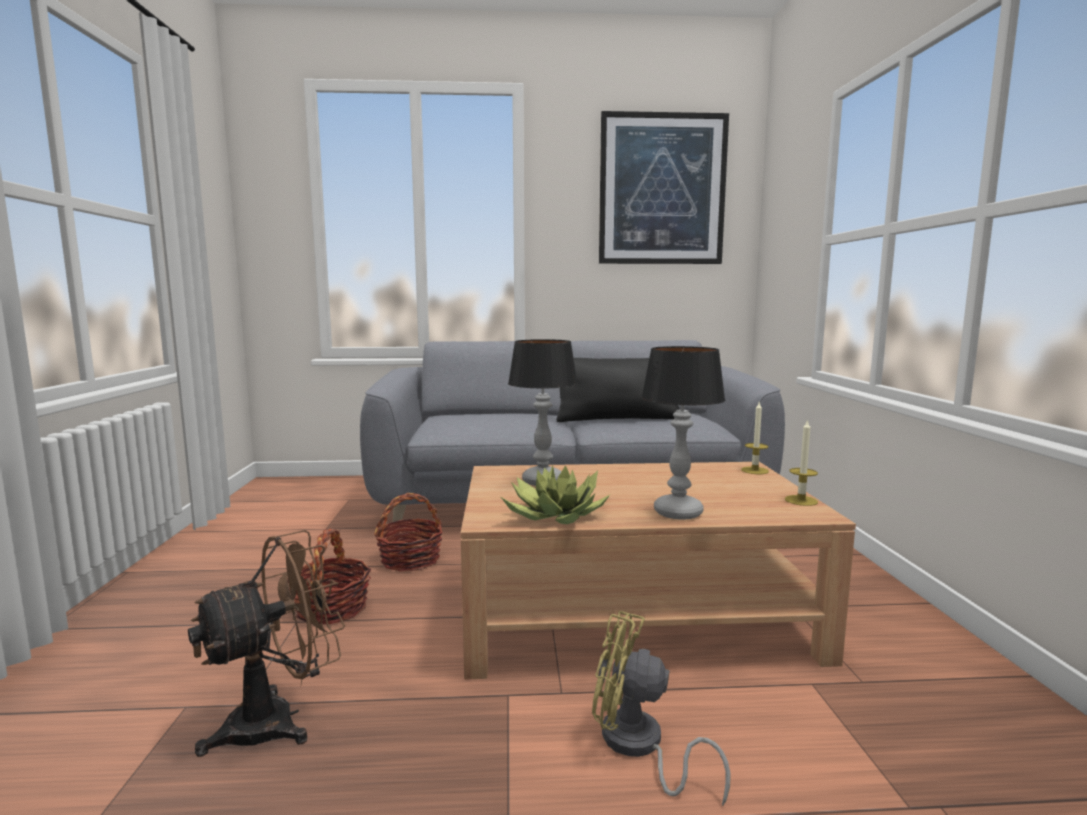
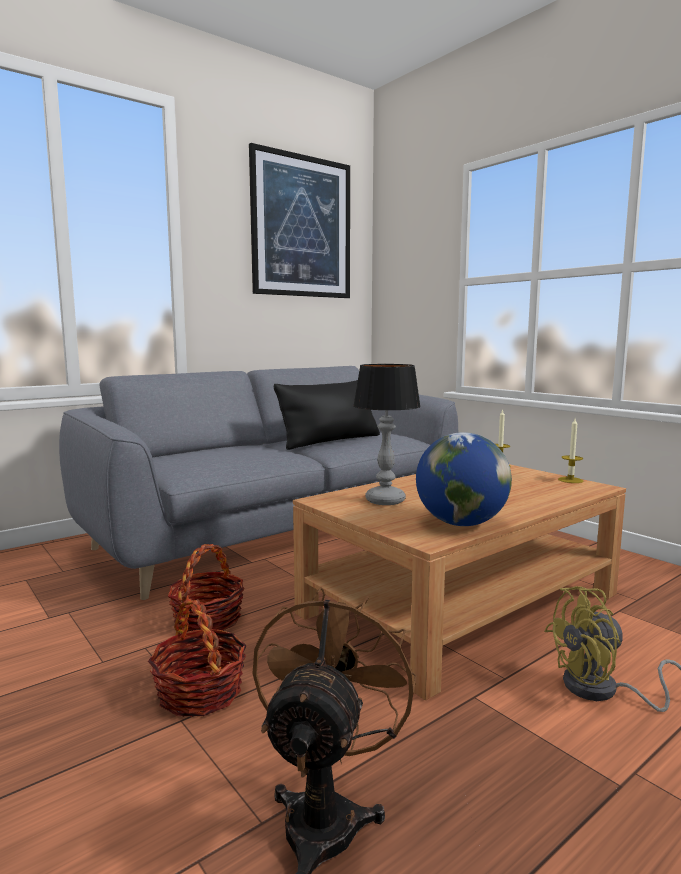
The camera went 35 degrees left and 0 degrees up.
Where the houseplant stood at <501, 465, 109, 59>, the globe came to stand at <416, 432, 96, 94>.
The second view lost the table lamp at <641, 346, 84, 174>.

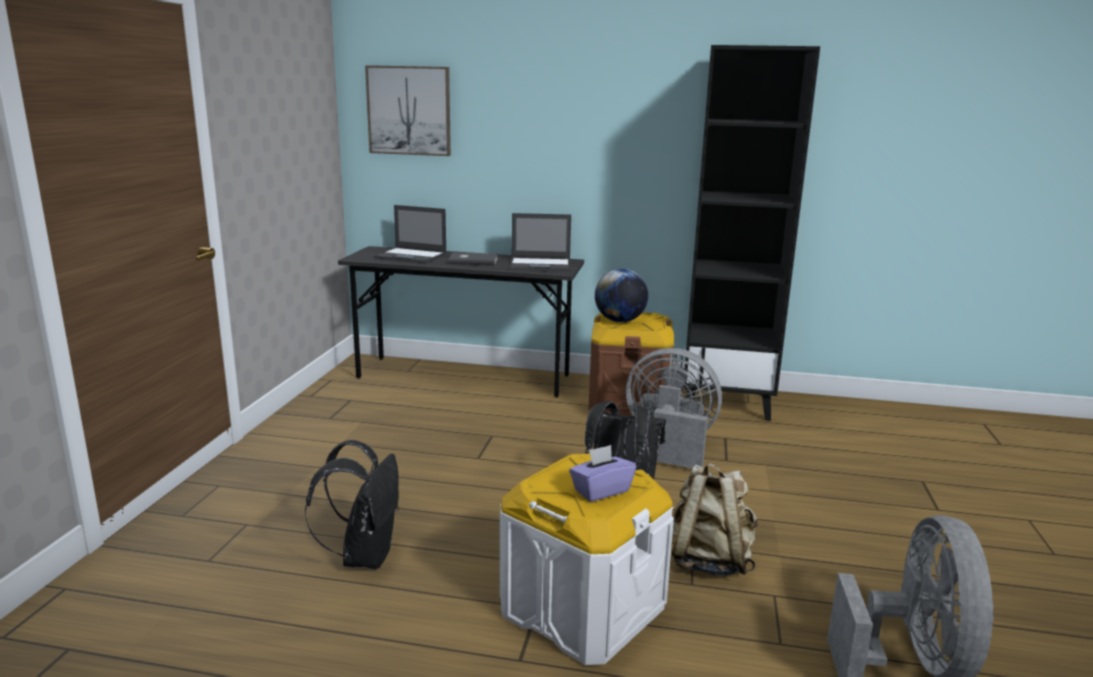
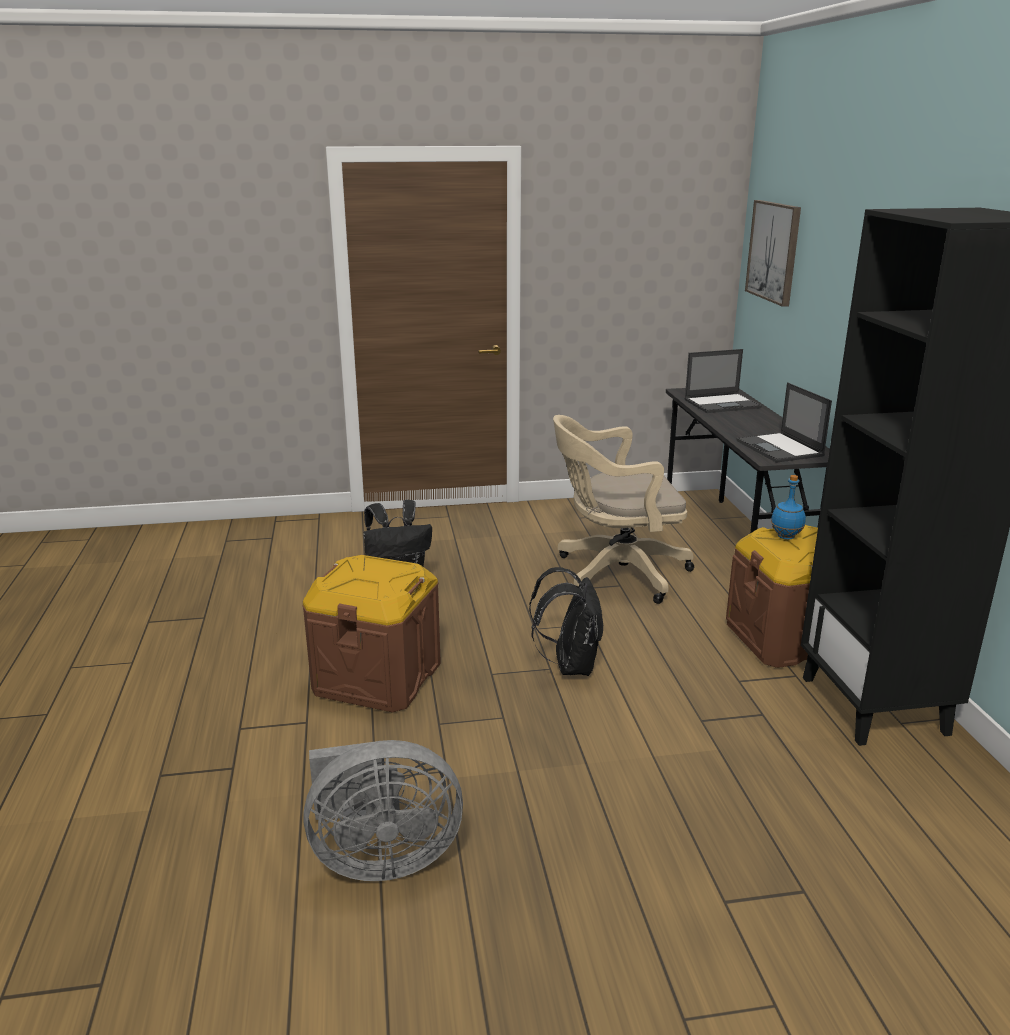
The camera went 70 degrees right and 5 degrees up.
What was the storage container in whitish at <500, 453, 174, 212> turned into the storage container in brown-coloured at <302, 555, 139, 157>.
The second view gained the office chair in sand-coloured at <553, 415, 141, 189>.
The laptop at <373, 205, 74, 59> ended up facing another way, 105 degrees counterclockwise from before.
Where the globe stood at <595, 269, 53, 53>, the drink bottle in bluish came to stand at <771, 475, 35, 65>.
The second view lost the book in greyish at <448, 252, 50, 14>.
The second view lost the box of tissues in purplish at <569, 445, 67, 57>.
The second view lost the cooling fan in greyish at <626, 348, 96, 121>.
The second view lost the knapsack in sand-coloured at <672, 462, 86, 114>.

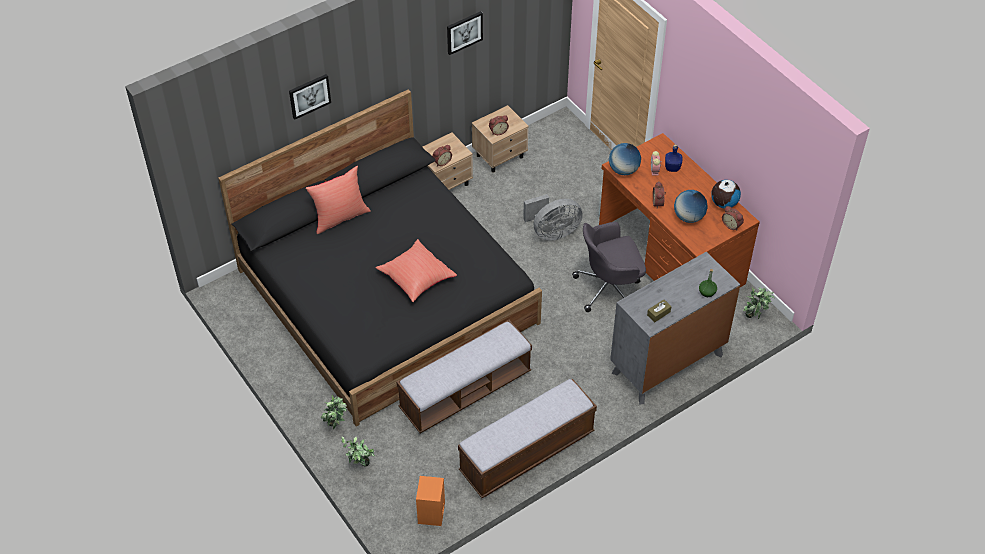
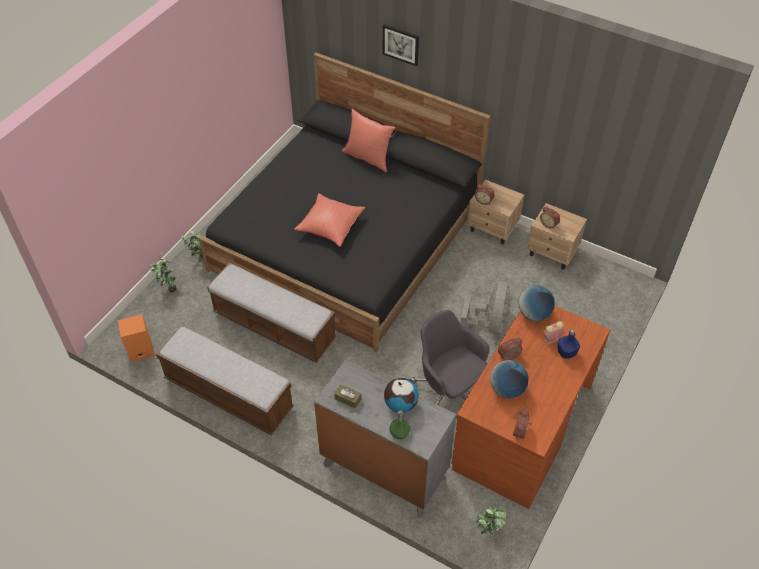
The camera went 65 degrees right and 0 degrees up.
The globe ended up elsewhere, having gone from <711, 180, 30, 29> to <384, 378, 35, 35>.
The cooling fan in greyish at <523, 194, 60, 47> ended up facing another way, 120 degrees counterclockwise from before.
The second view lost the wall art at <447, 11, 36, 44>.

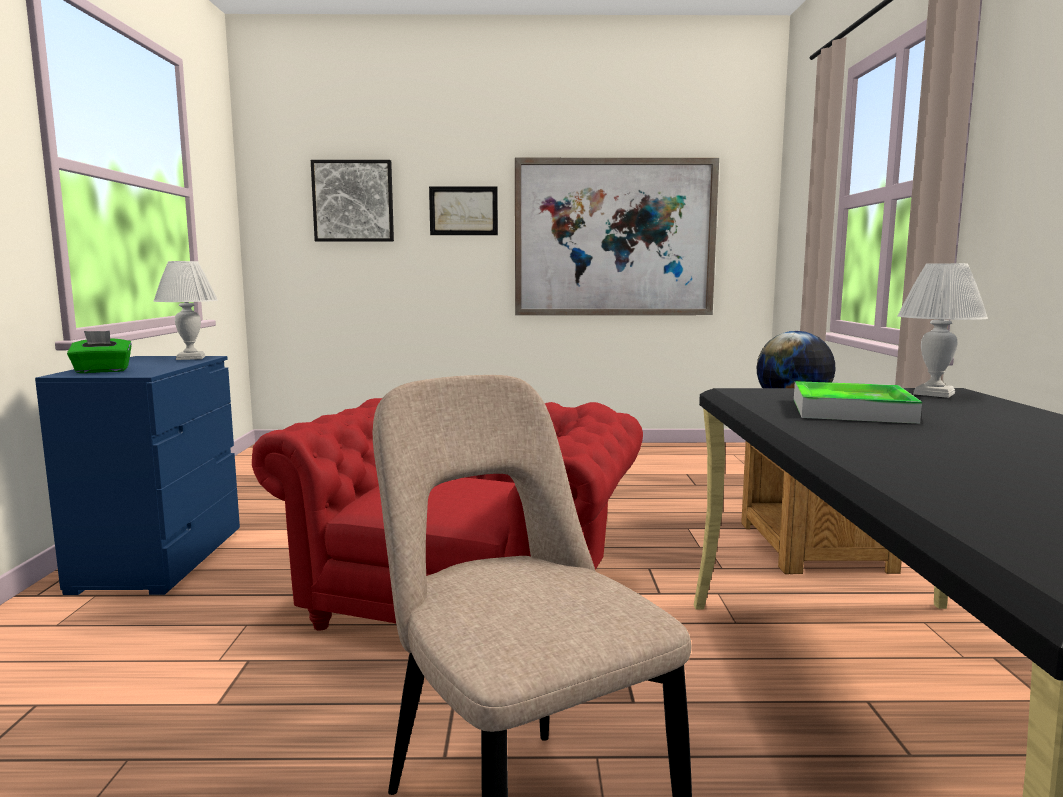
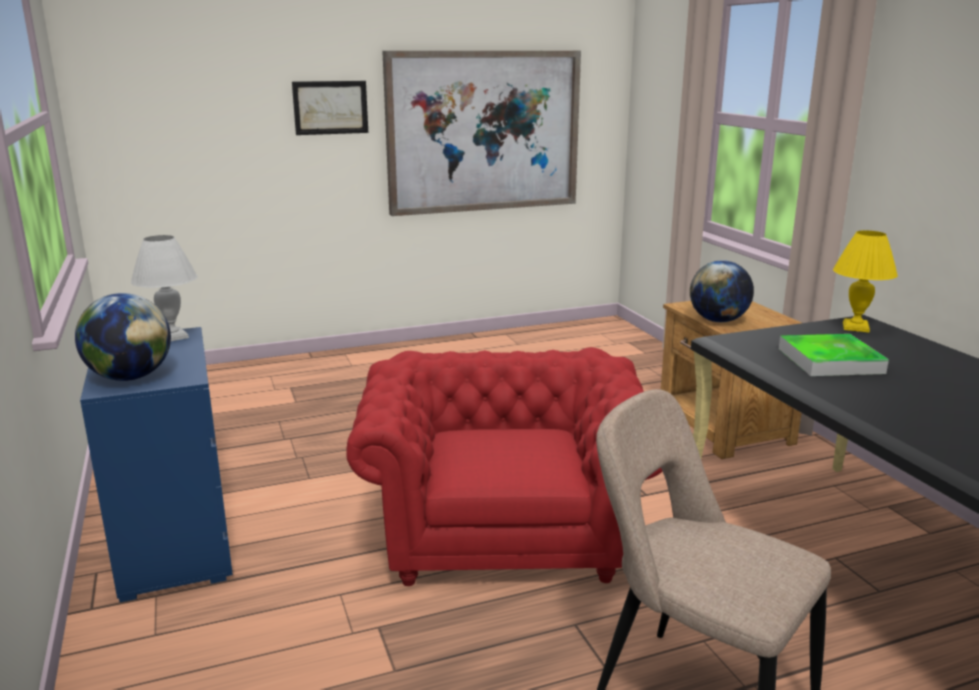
The camera went 20 degrees left and 10 degrees up.
Where the box of tissues in green stood at <67, 331, 65, 42>, the globe came to stand at <75, 293, 96, 88>.
What was the table lamp in whitish at <898, 263, 90, 135> turned into the table lamp in yellowish at <833, 230, 65, 103>.
The second view lost the wall art at <311, 160, 83, 81>.

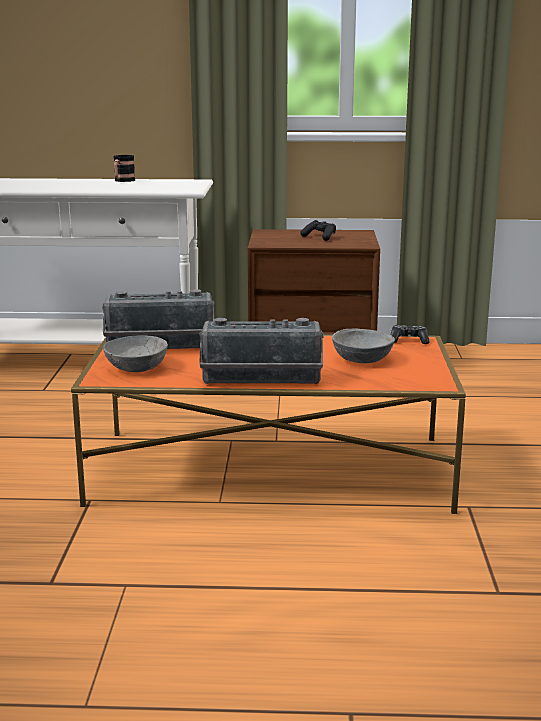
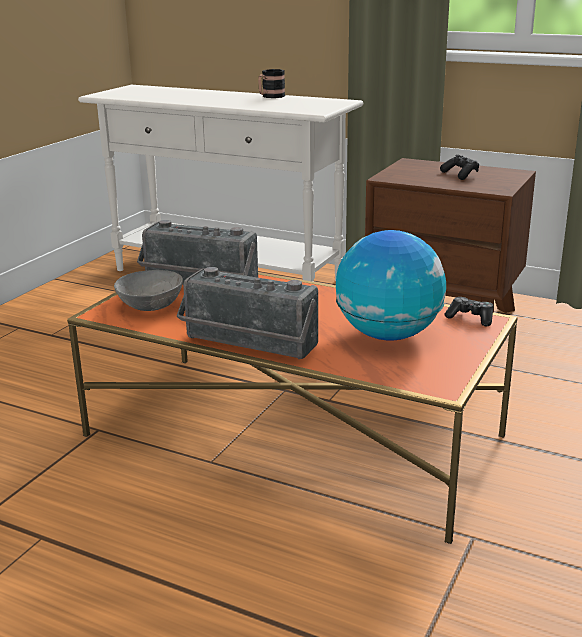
The camera went 25 degrees right and 5 degrees up.
Where the deep dish in greyish stood at <332, 329, 63, 34>, the globe came to stand at <336, 230, 110, 110>.

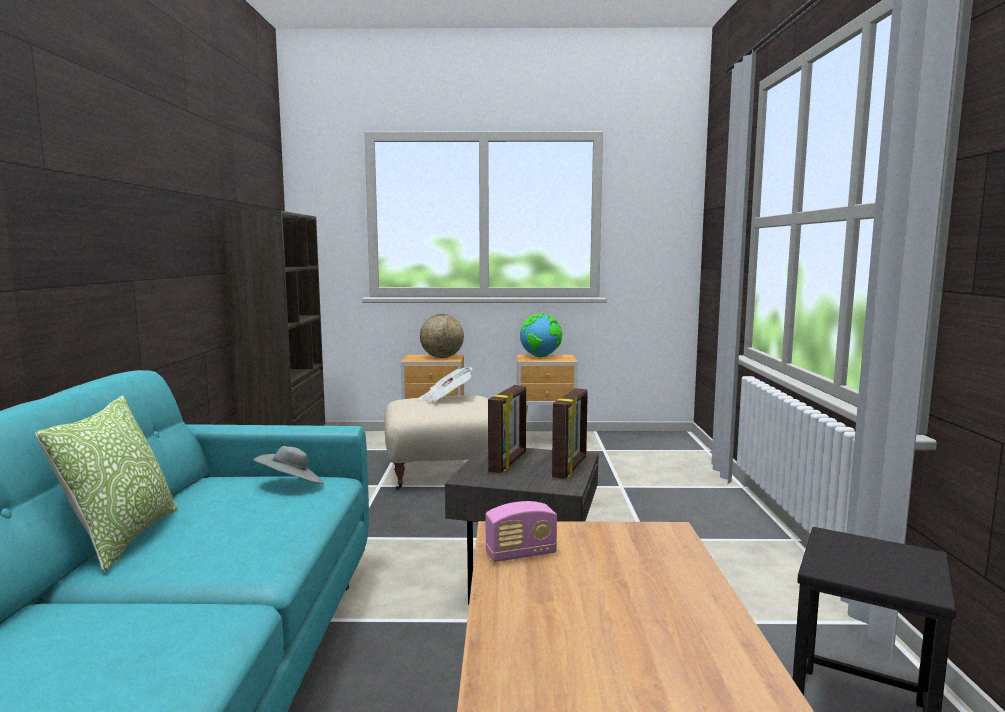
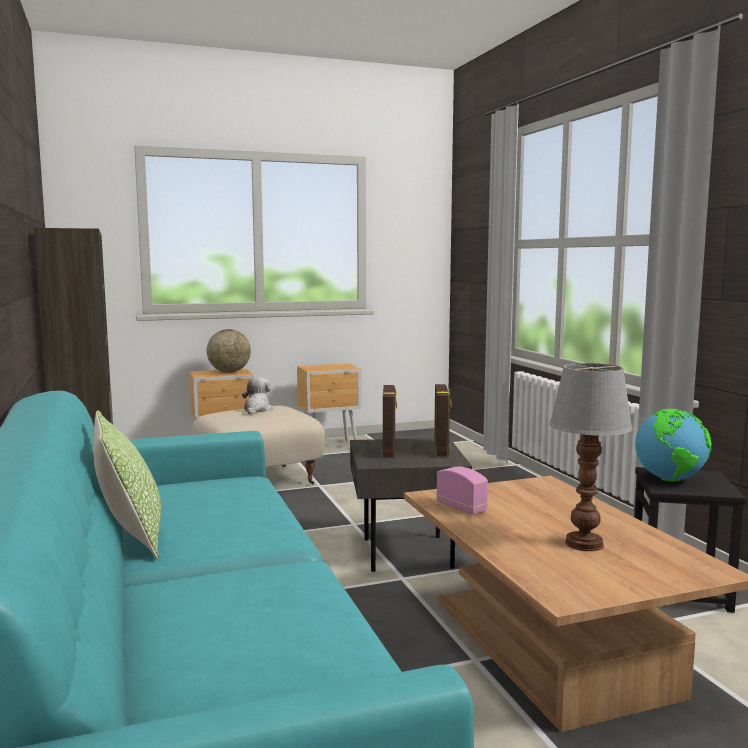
The camera went 20 degrees left and 0 degrees up.
Where the newspaper stood at <418, 367, 54, 35>, the cuddly toy came to stand at <242, 377, 31, 37>.
The radio at <485, 501, 72, 61> ended up facing another way, 90 degrees counterclockwise from before.
The second view gained the table lamp at <549, 363, 84, 188>.
The globe ended up elsewhere, having gone from <520, 314, 42, 43> to <635, 409, 77, 73>.
The second view lost the hat in greyish at <253, 446, 71, 38>.

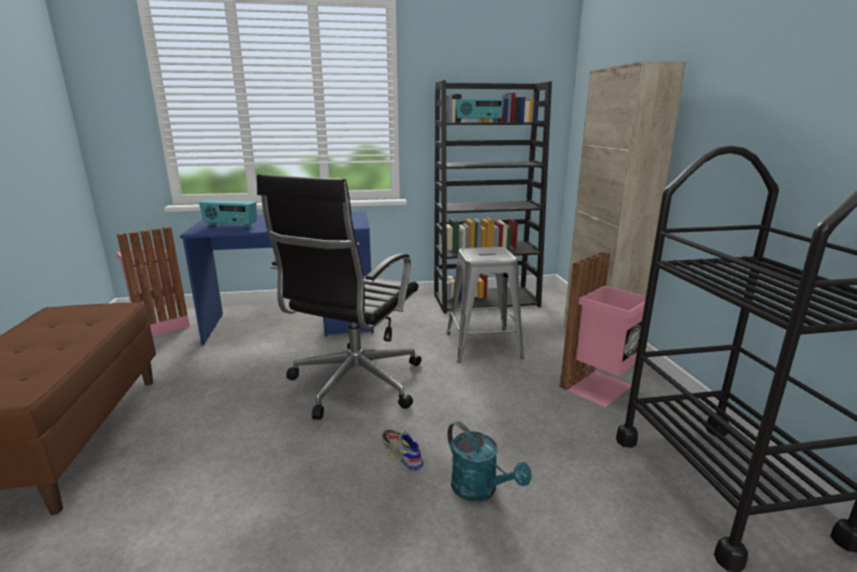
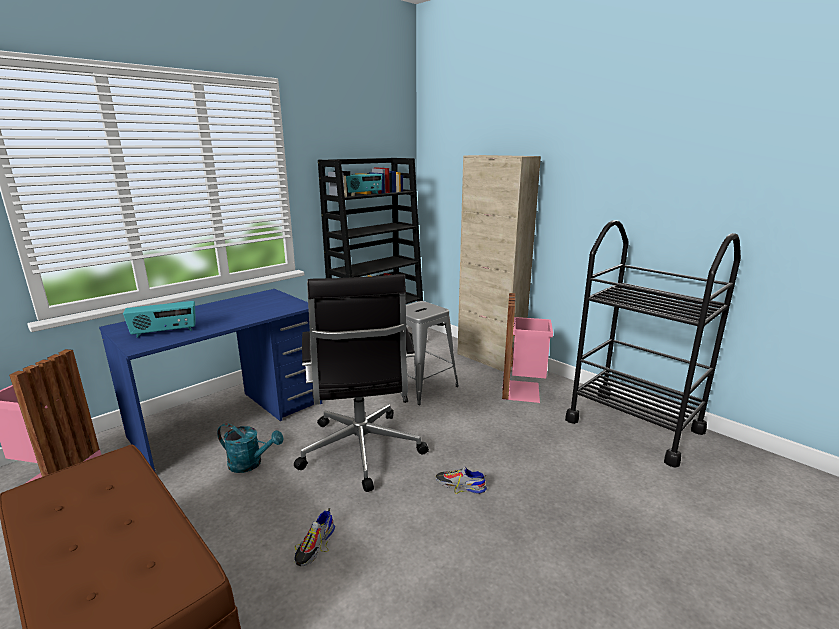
The camera went 35 degrees left and 0 degrees up.
The watering can in blue-green ended up elsewhere, having gone from <447, 421, 85, 81> to <217, 423, 67, 50>.
The second view gained the item of footwear at <294, 508, 41, 58>.

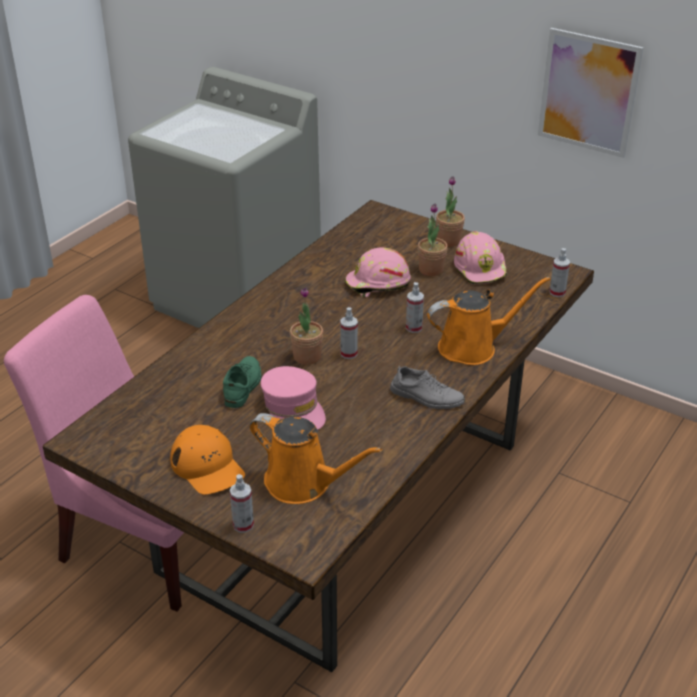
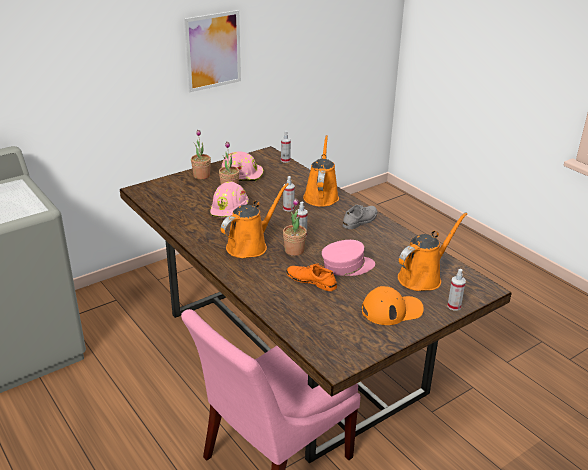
The camera went 70 degrees left and 5 degrees down.
The second view gained the watering can in orangey at <221, 183, 68, 75>.
What was the item of footwear in green at <223, 356, 39, 52> turned into the item of footwear in orangey at <286, 264, 51, 27>.

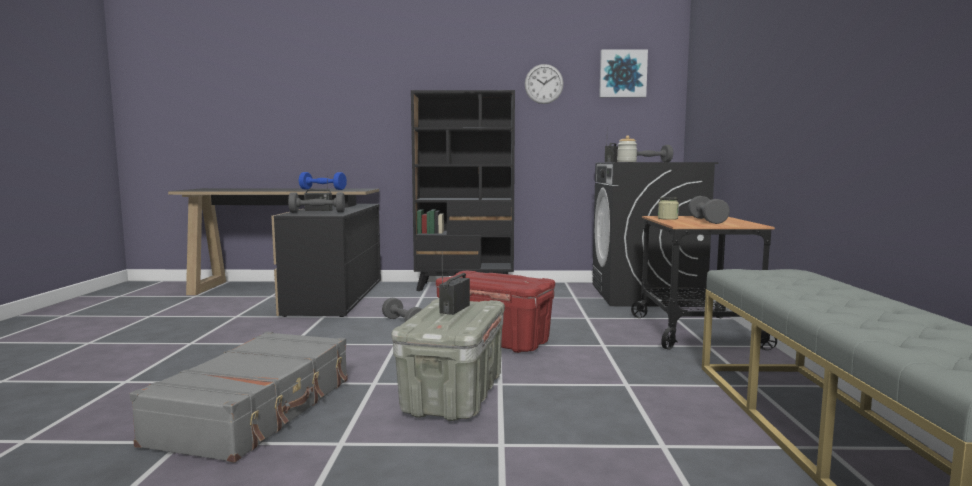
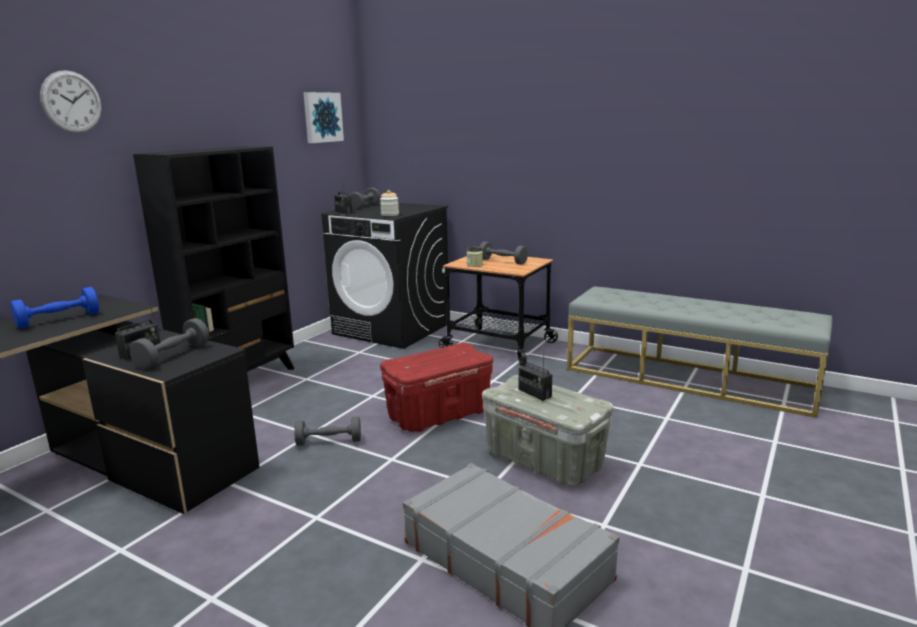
The camera went 60 degrees left and 10 degrees up.
The wall clock ended up elsewhere, having gone from <525, 64, 39, 40> to <40, 70, 62, 63>.

